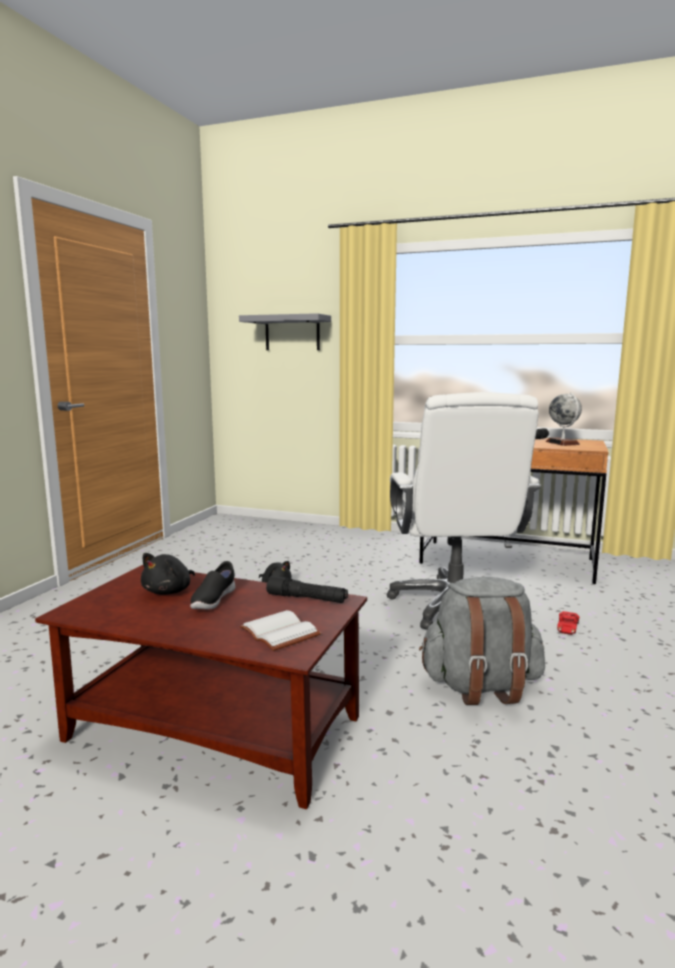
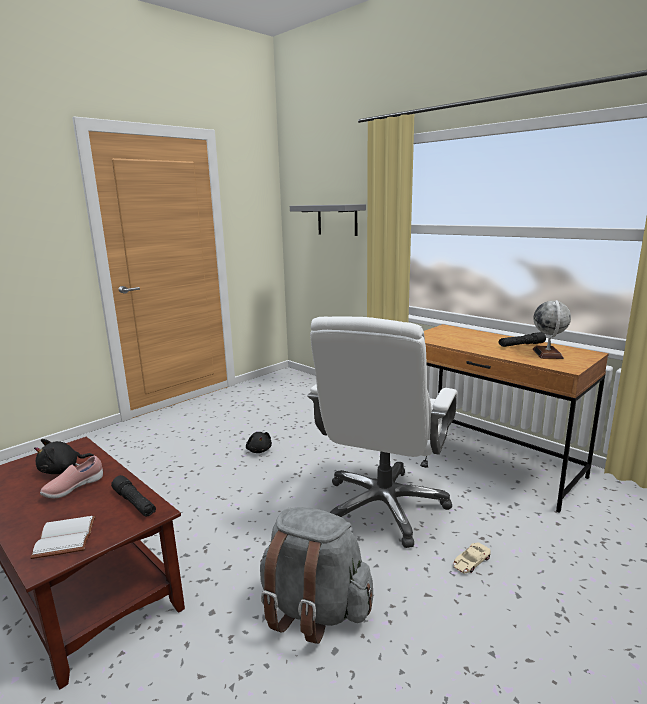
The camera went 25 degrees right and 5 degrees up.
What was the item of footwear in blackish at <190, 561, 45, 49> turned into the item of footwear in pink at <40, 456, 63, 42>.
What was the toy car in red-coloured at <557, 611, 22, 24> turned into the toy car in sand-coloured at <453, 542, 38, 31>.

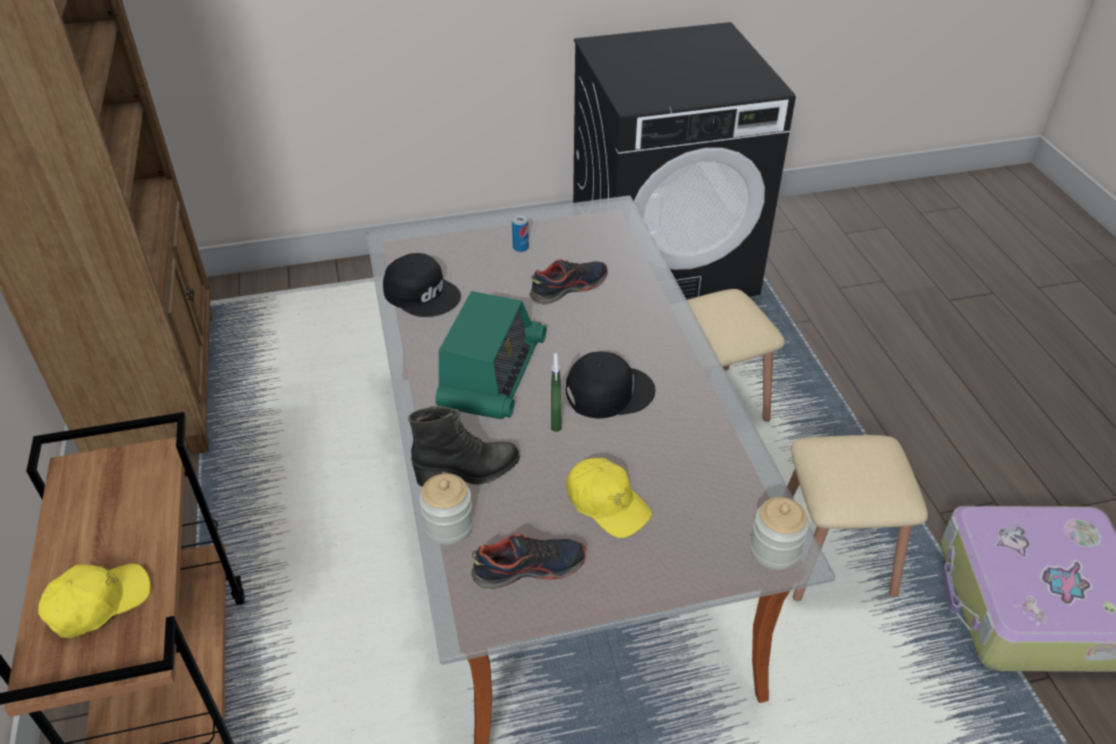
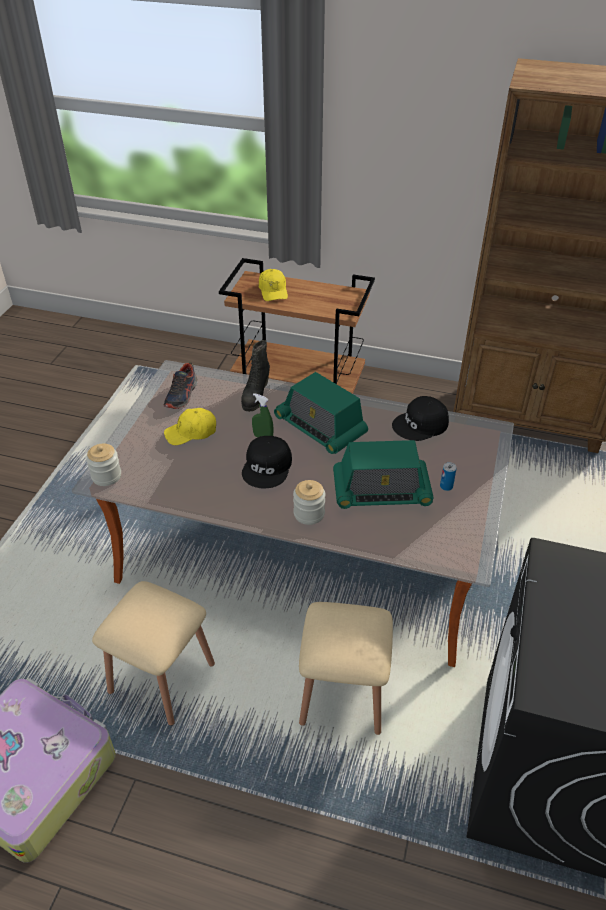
The camera went 120 degrees right and 0 degrees up.
The preserve jar ended up elsewhere, having gone from <419, 473, 55, 72> to <293, 480, 32, 45>.
Where the item of footwear stood at <530, 259, 78, 46>, the radio came to stand at <333, 440, 101, 69>.

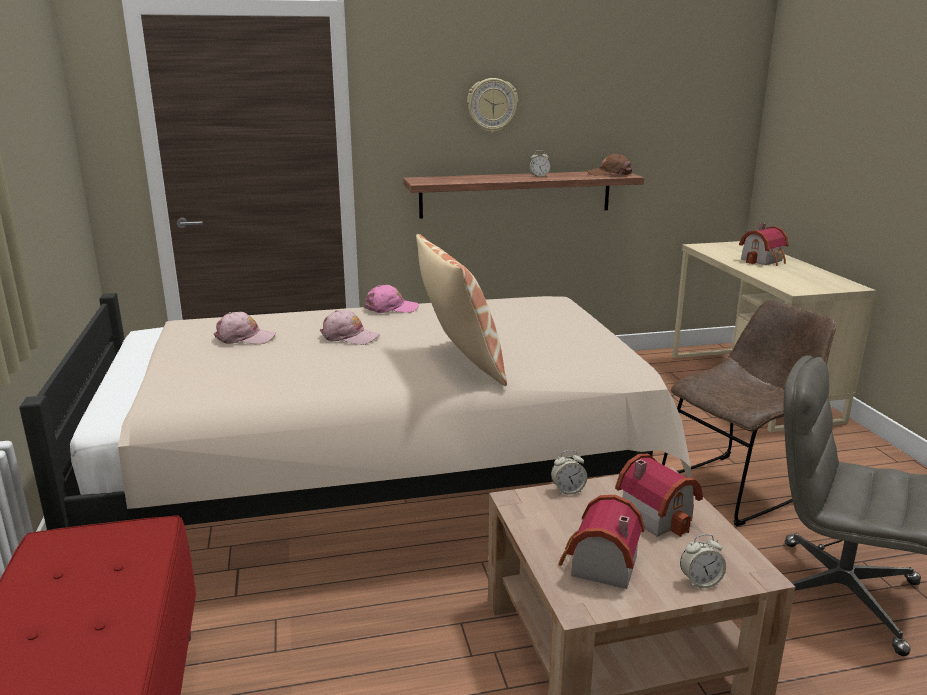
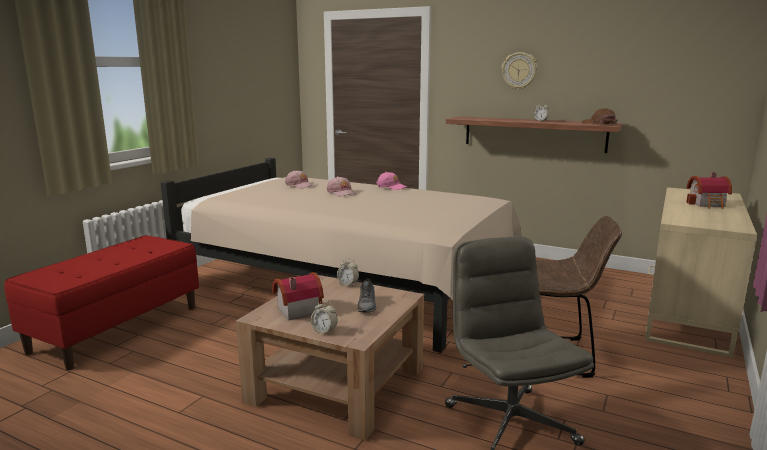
The camera went 40 degrees right and 5 degrees down.
Where the toy house stood at <615, 454, 88, 83>, the item of footwear in greyish came to stand at <357, 278, 19, 35>.
The second view lost the cushion at <416, 234, 91, 152>.

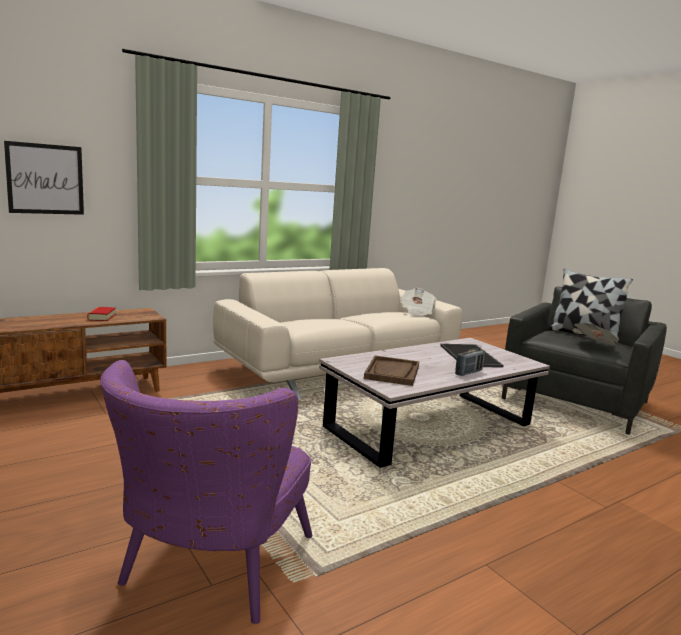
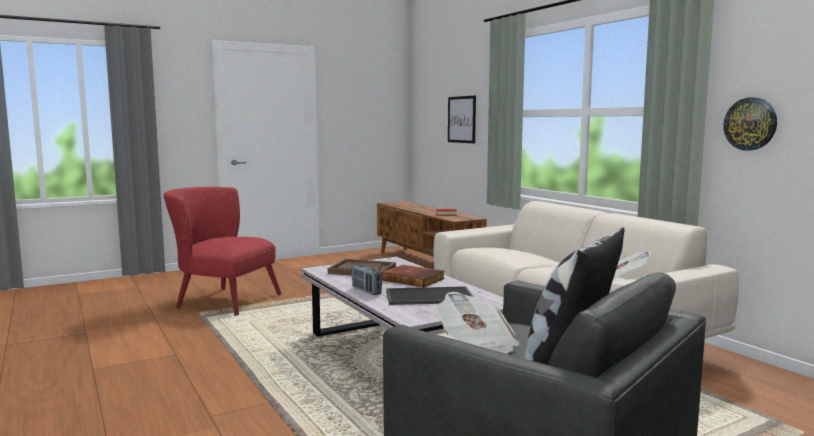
The camera went 95 degrees right and 5 degrees down.
What was the easy chair in purplish at <100, 360, 212, 264> turned into the easy chair in red-coloured at <163, 187, 118, 129>.
The second view gained the book at <381, 265, 64, 22>.
The second view gained the wall clock at <723, 97, 54, 54>.

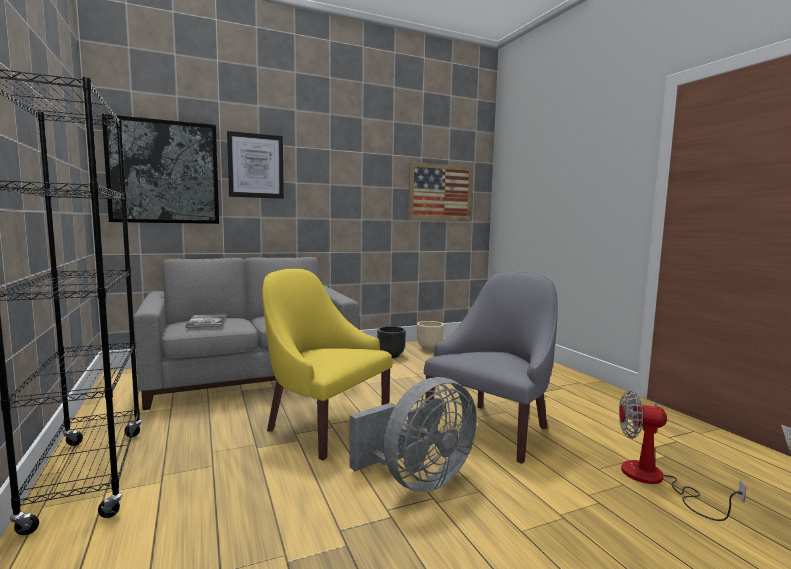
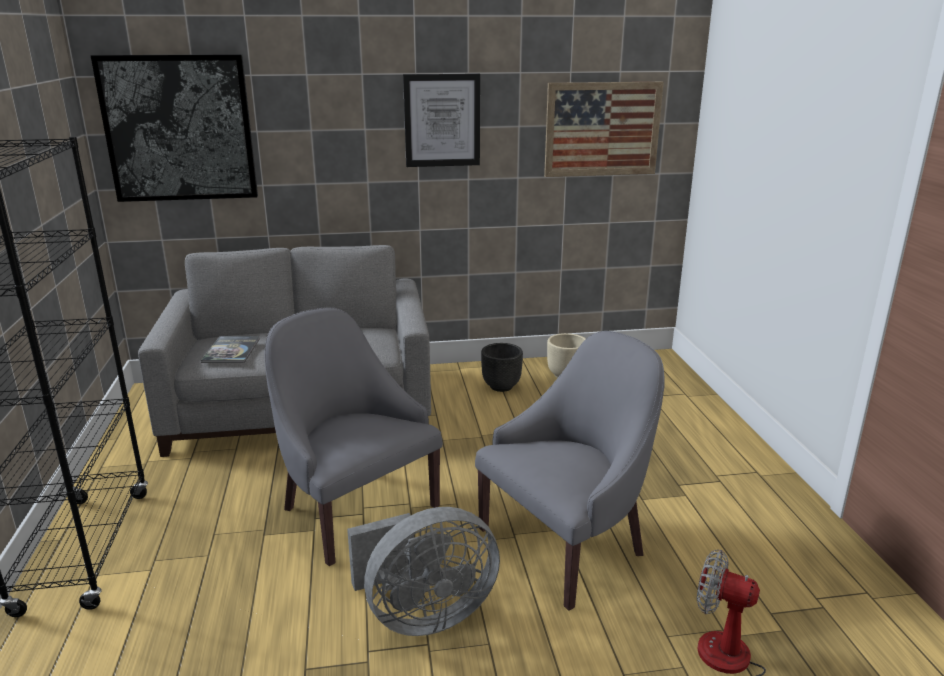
The camera went 15 degrees right and 15 degrees up.
What was the easy chair in yellowish at <262, 269, 131, 191> turned into the easy chair in greyish at <265, 307, 178, 259>.
The wall art ended up elsewhere, having gone from <227, 131, 57, 68> to <403, 74, 77, 93>.

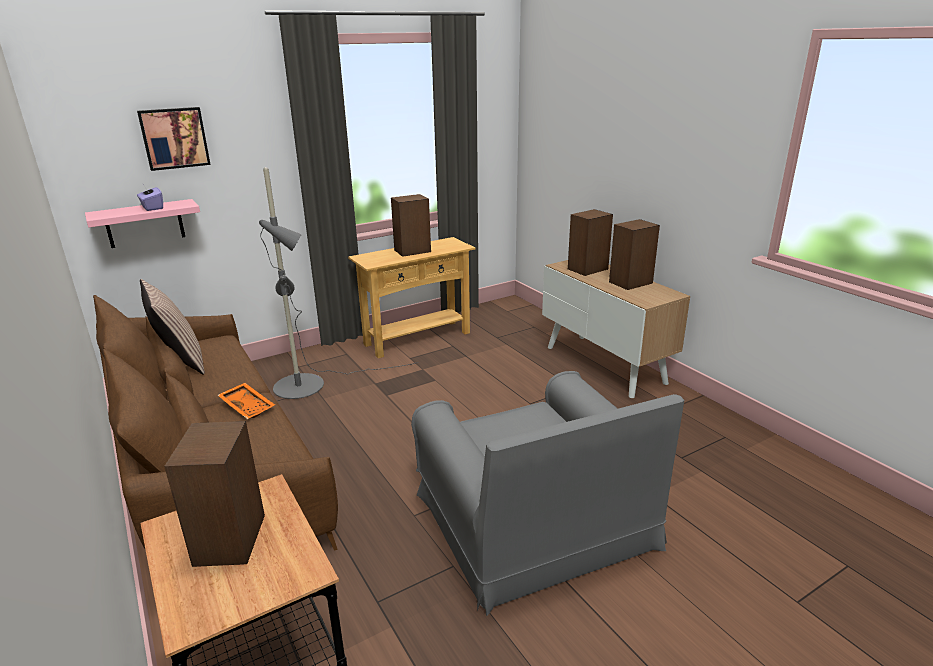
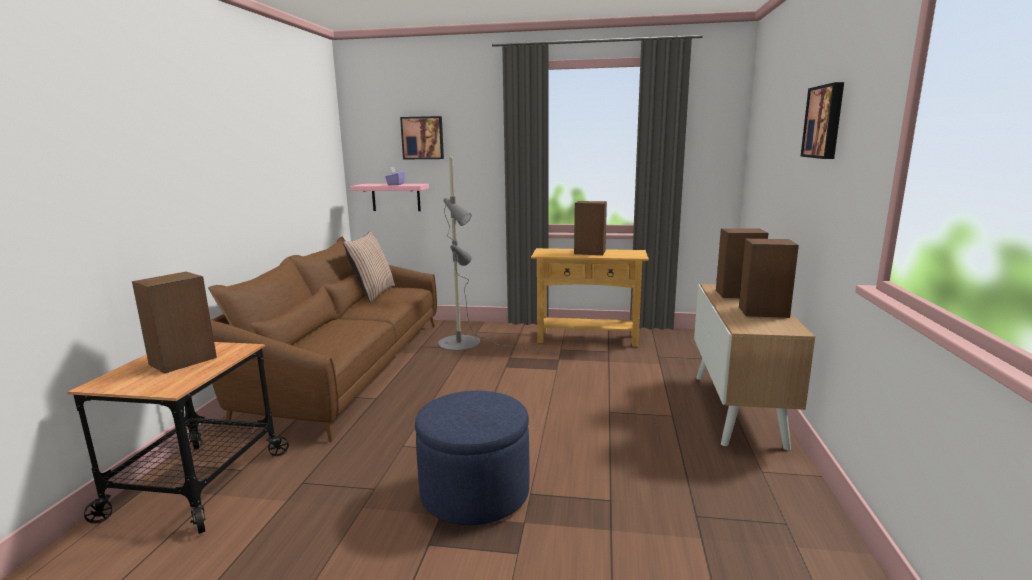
The camera went 40 degrees right and 10 degrees down.
Where the easy chair in greyish stood at <411, 371, 273, 245>, the ottoman in bluish came to stand at <415, 391, 115, 134>.
The second view gained the wall art at <800, 82, 44, 77>.
The second view lost the carrying tray in orangey at <218, 383, 57, 36>.

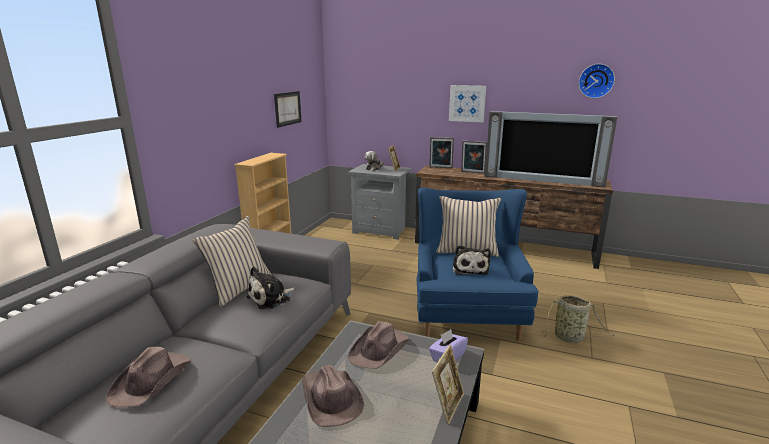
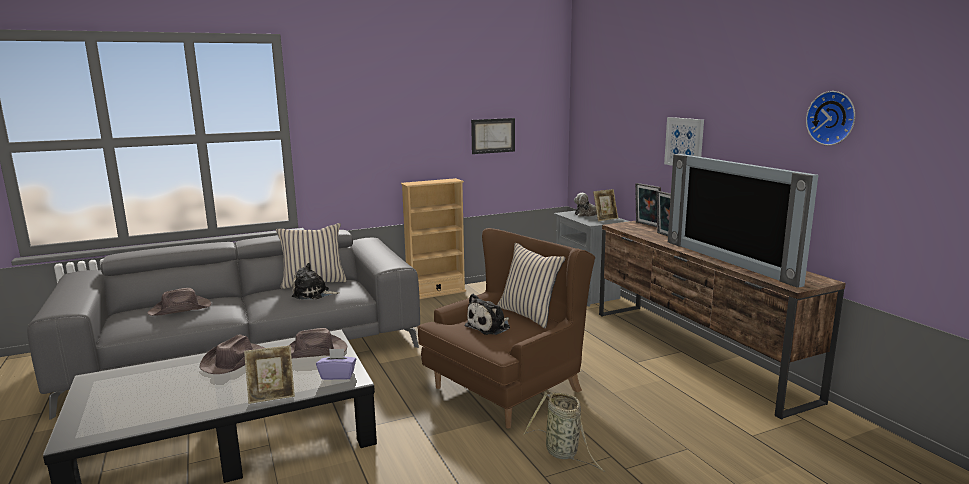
The camera went 45 degrees right and 5 degrees down.
What was the easy chair in bluish at <417, 188, 122, 153> turned into the easy chair in brown-coloured at <417, 228, 178, 201>.

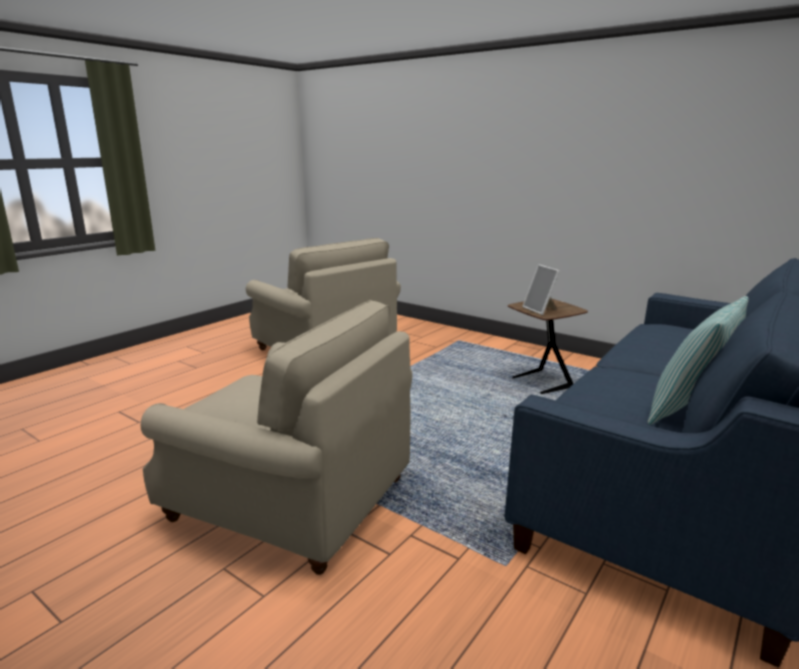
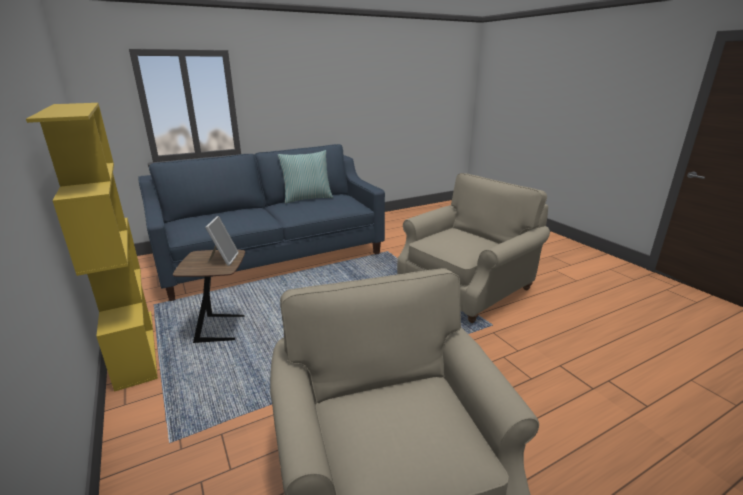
The camera went 155 degrees left and 5 degrees up.
The second view gained the shelving unit in yellowish at <26, 103, 132, 289>.
The easy chair in sand-coloured at <141, 300, 271, 275> ended up facing another way, 90 degrees clockwise from before.

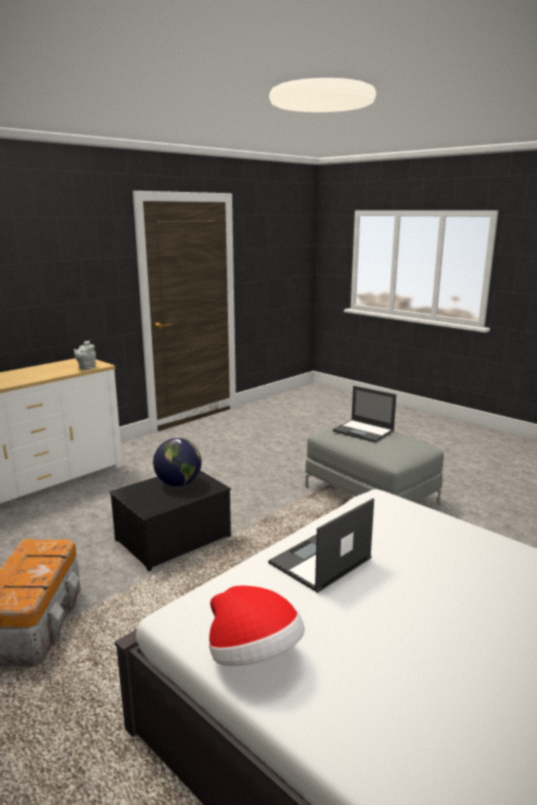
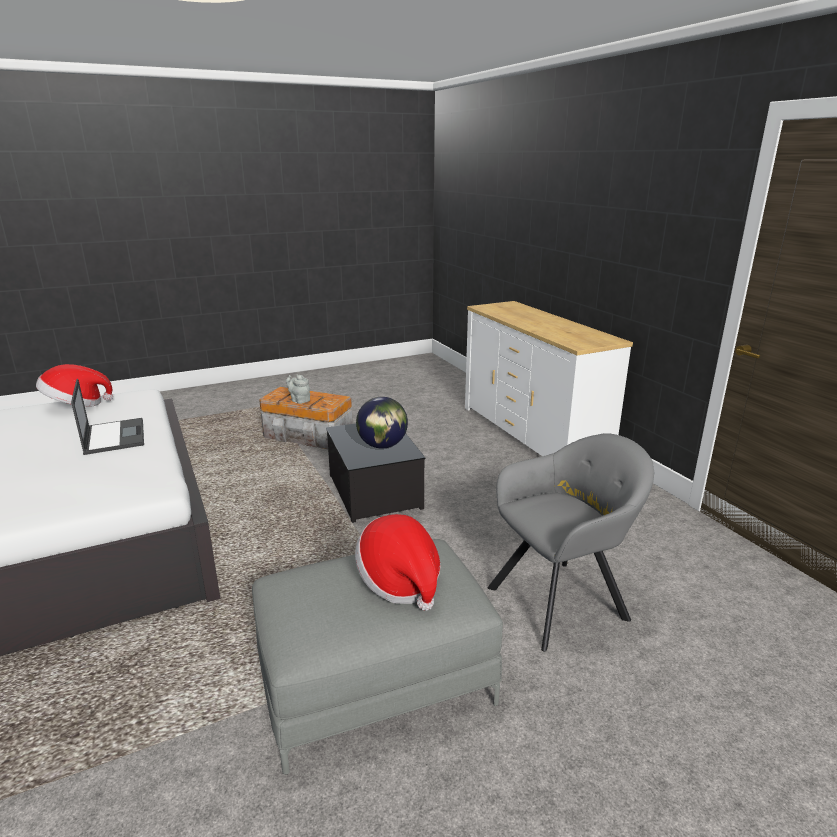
The camera went 110 degrees right and 5 degrees up.
The pot for tea in greyish ended up elsewhere, having gone from <74, 341, 22, 29> to <286, 375, 24, 29>.
Where the laptop stood at <333, 386, 63, 57>, the hat came to stand at <355, 514, 86, 97>.
The second view gained the easy chair in greyish at <488, 433, 166, 219>.

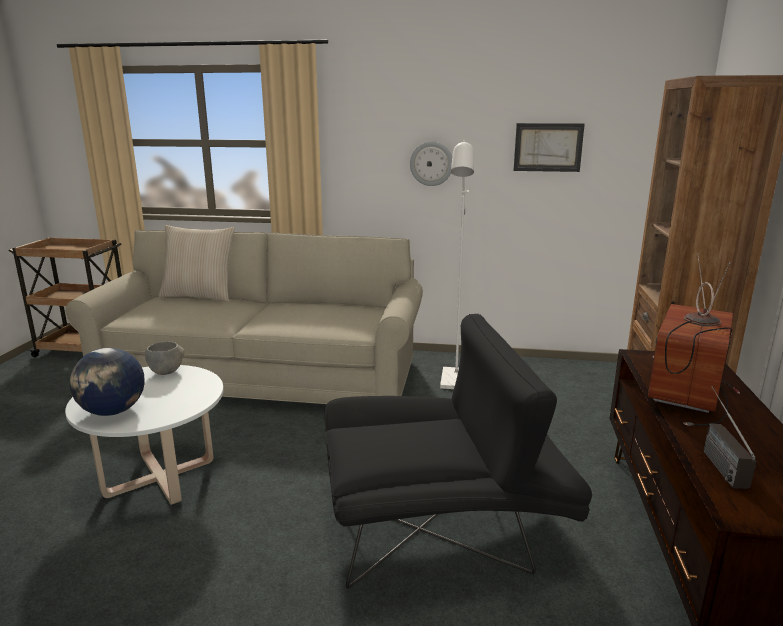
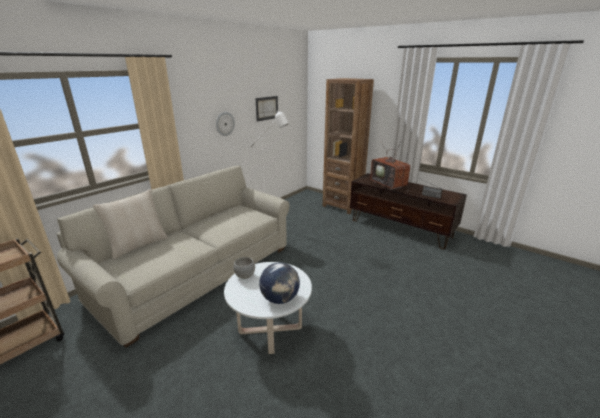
The camera went 60 degrees left and 5 degrees up.
The second view lost the easy chair in blackish at <325, 314, 267, 275>.

